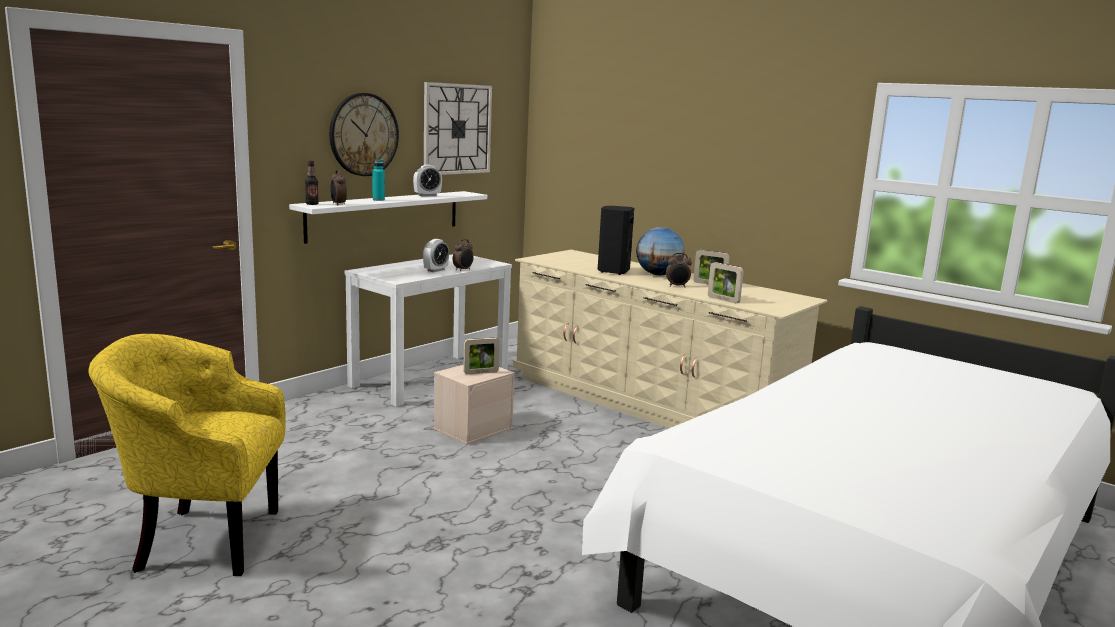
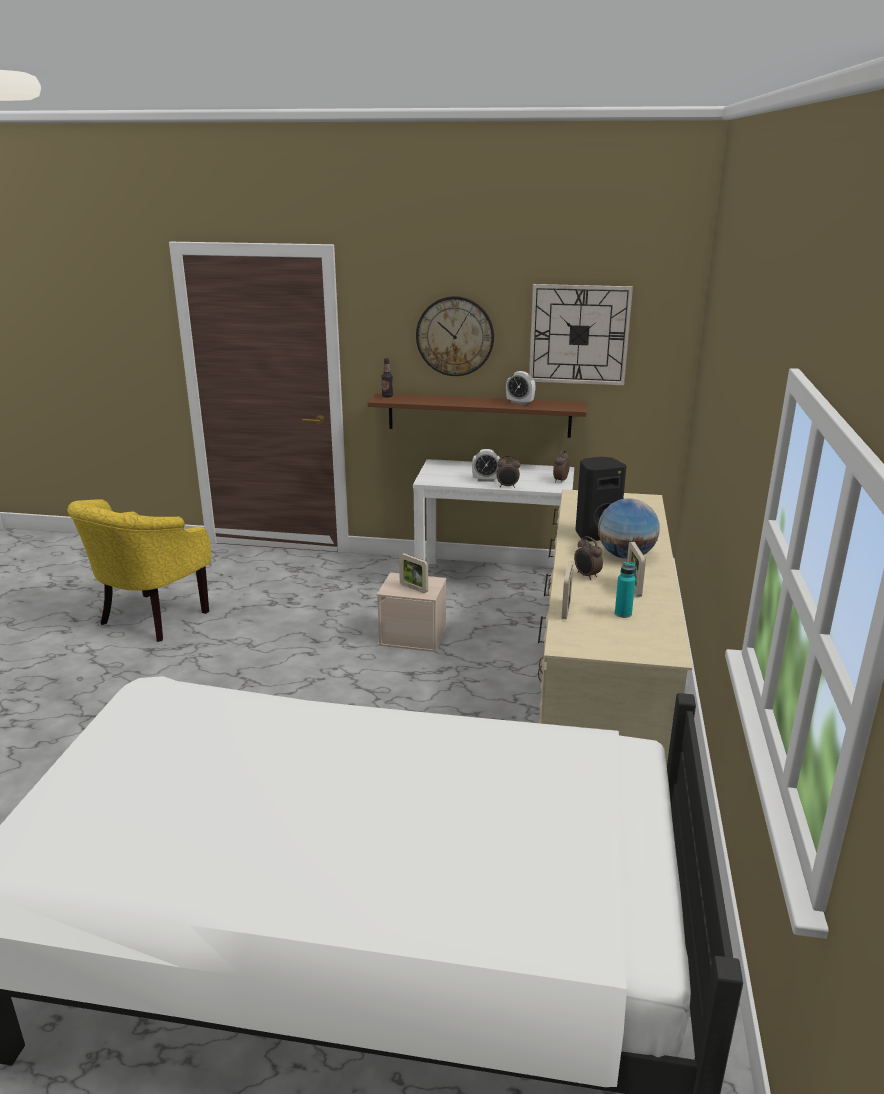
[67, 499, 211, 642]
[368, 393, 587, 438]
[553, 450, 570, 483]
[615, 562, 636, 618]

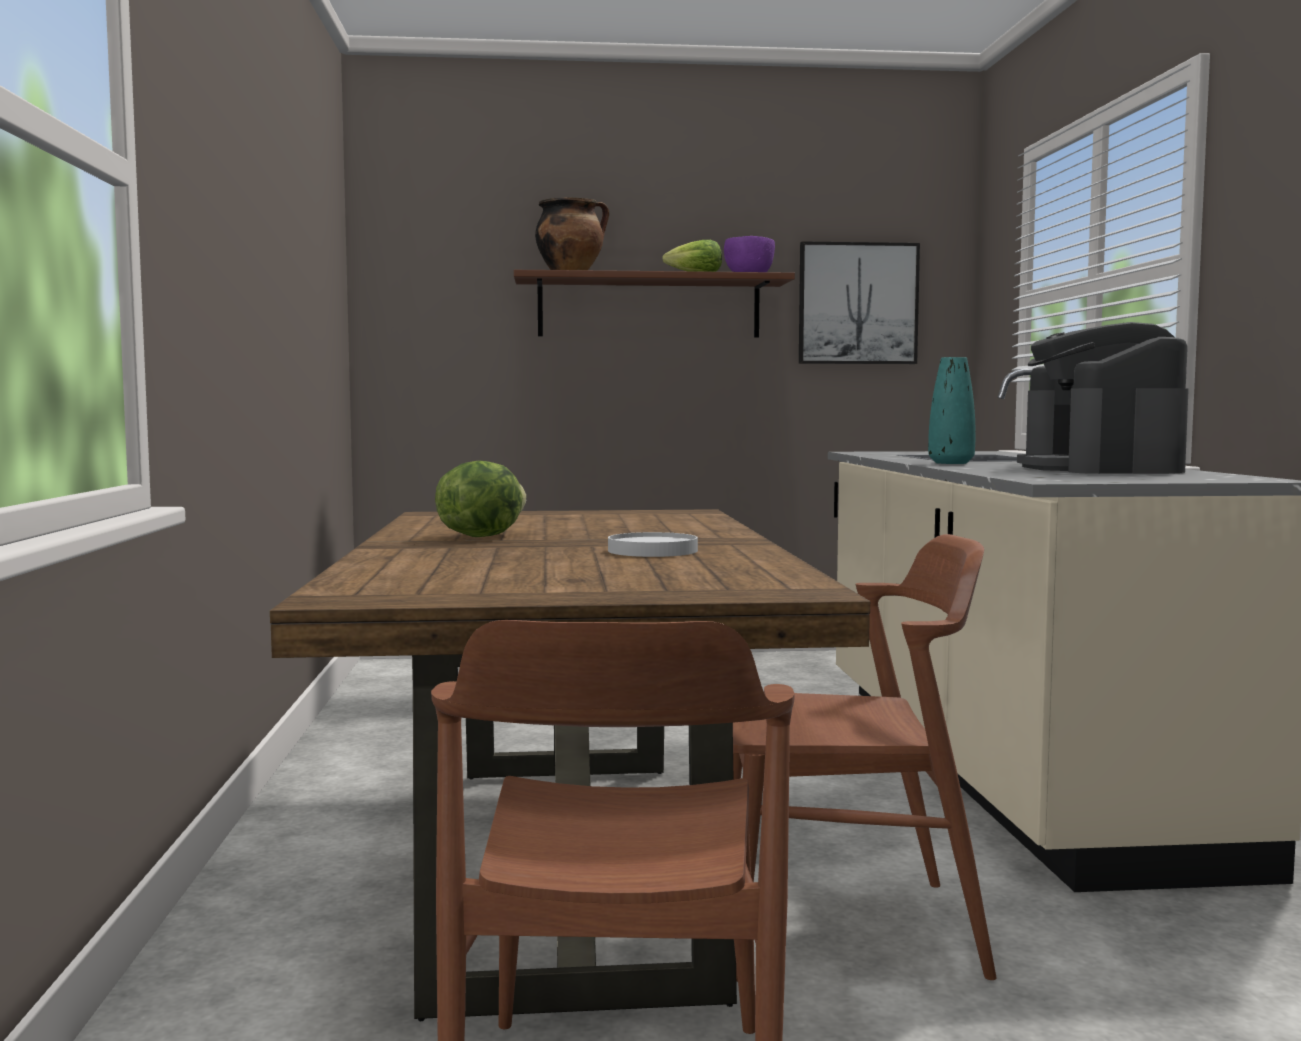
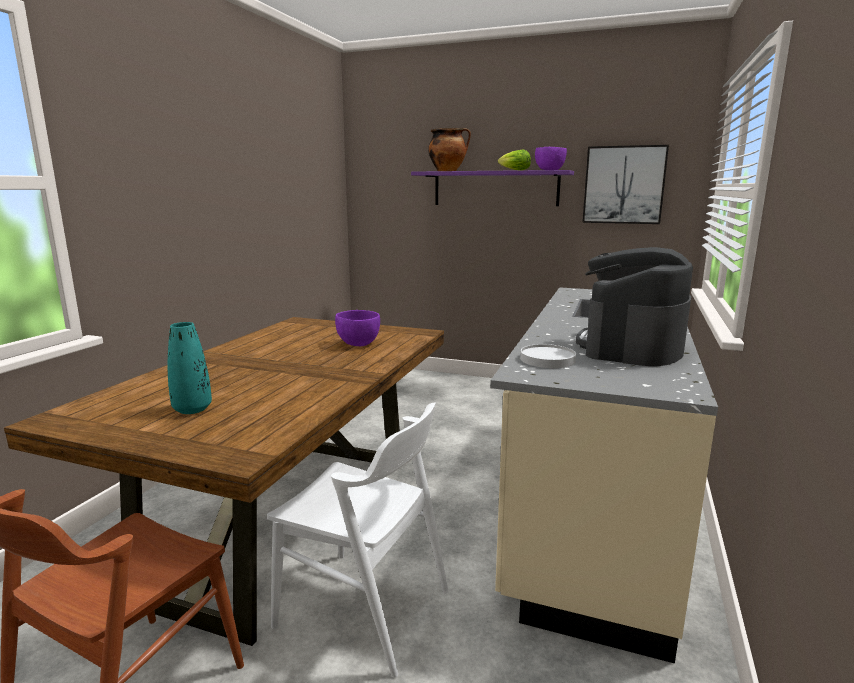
[435, 460, 527, 537] (first image)
[411, 170, 574, 206]
[520, 344, 576, 368]
[267, 402, 449, 678]
[168, 322, 212, 414]
[335, 310, 380, 346]

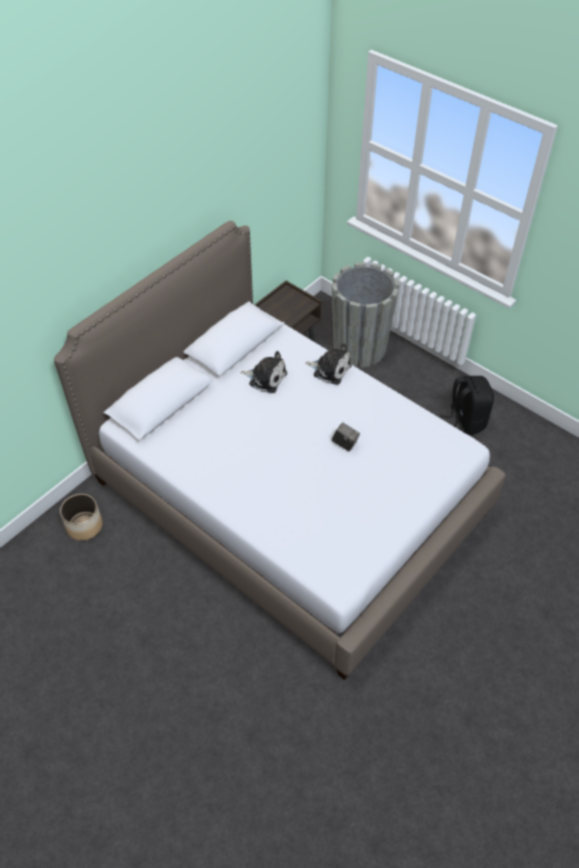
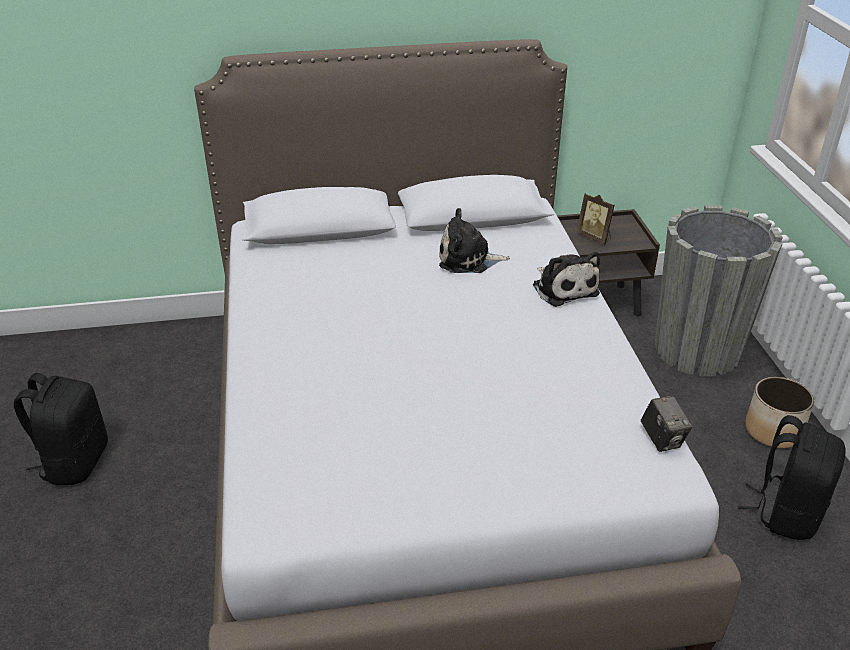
[745, 377, 814, 448]
[439, 208, 510, 273]
[640, 395, 692, 452]
[14, 373, 108, 485]
[576, 193, 614, 245]

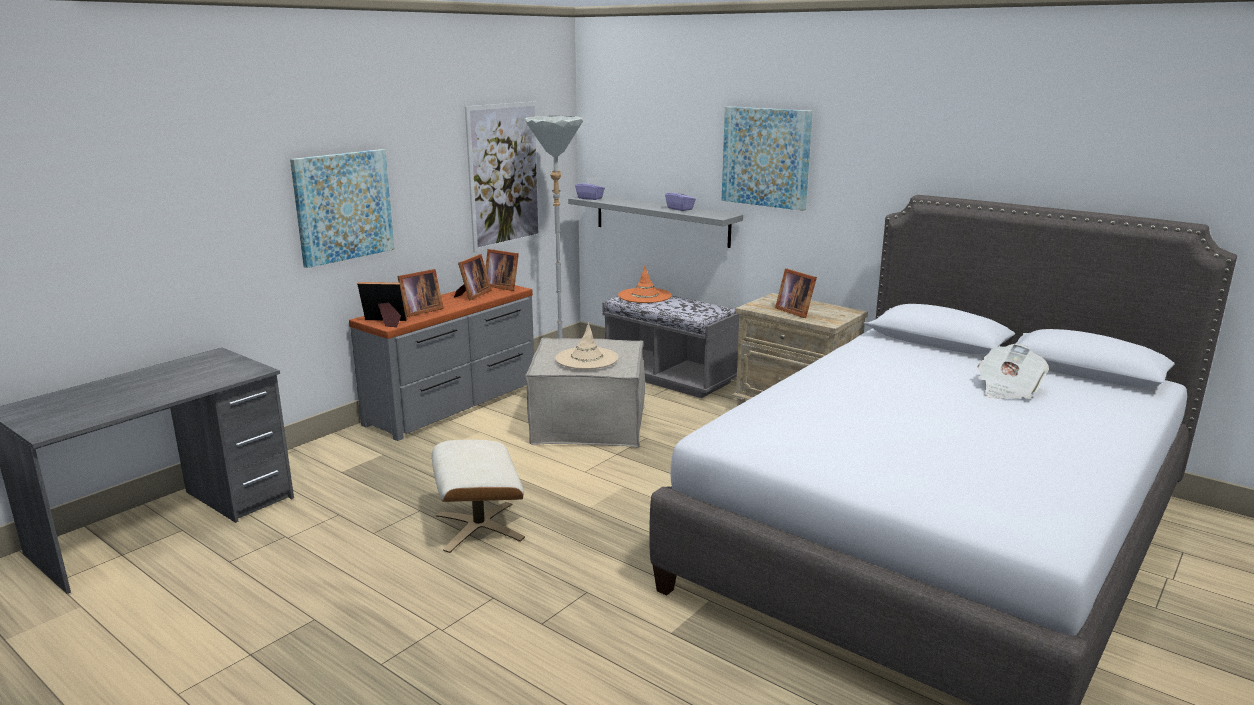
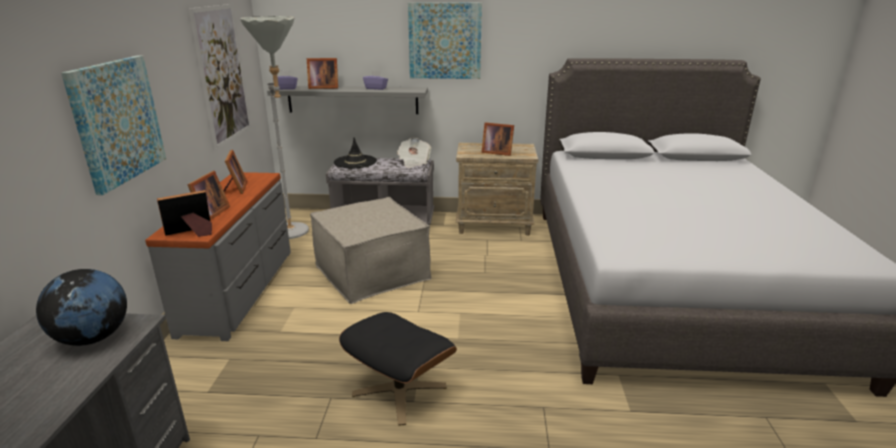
[339, 312, 457, 426]
[307, 58, 338, 89]
[555, 322, 618, 369] (first image)
[334, 138, 377, 168]
[397, 138, 431, 168]
[36, 269, 127, 346]

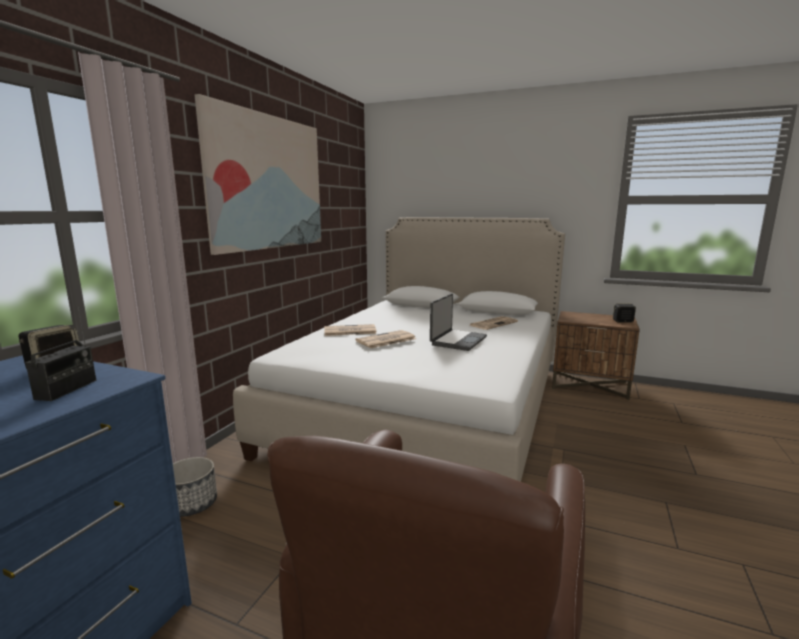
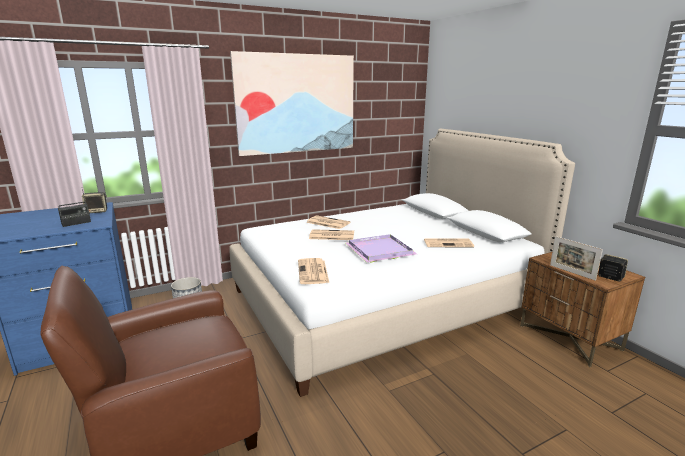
[346, 234, 417, 263]
[298, 258, 329, 284]
[550, 236, 603, 281]

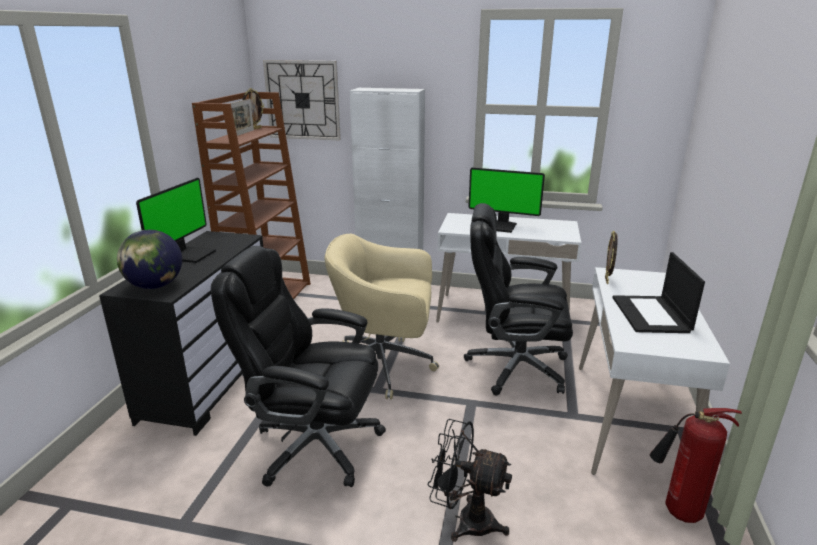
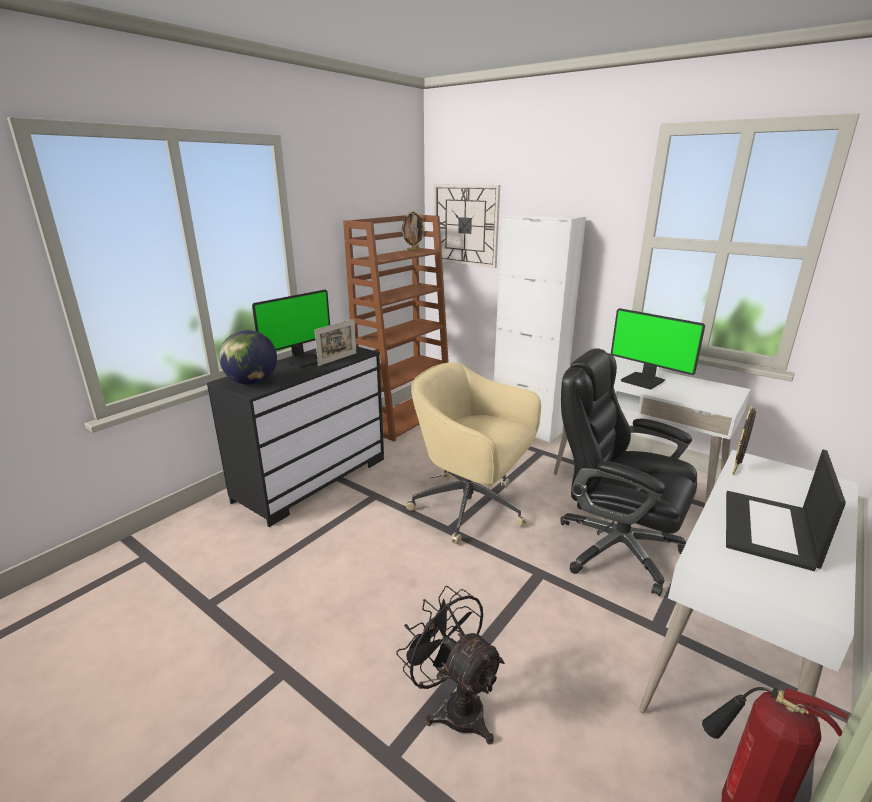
[211, 246, 386, 487] (first image)
[315, 319, 356, 366]

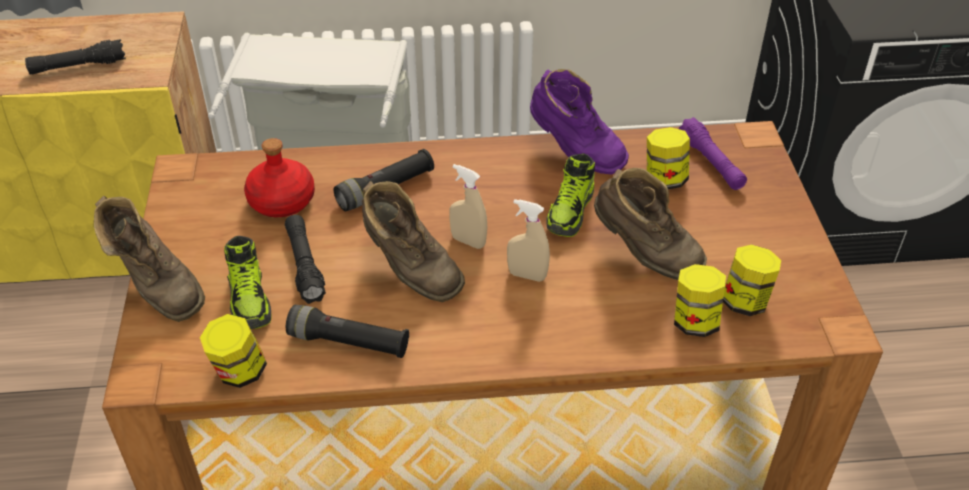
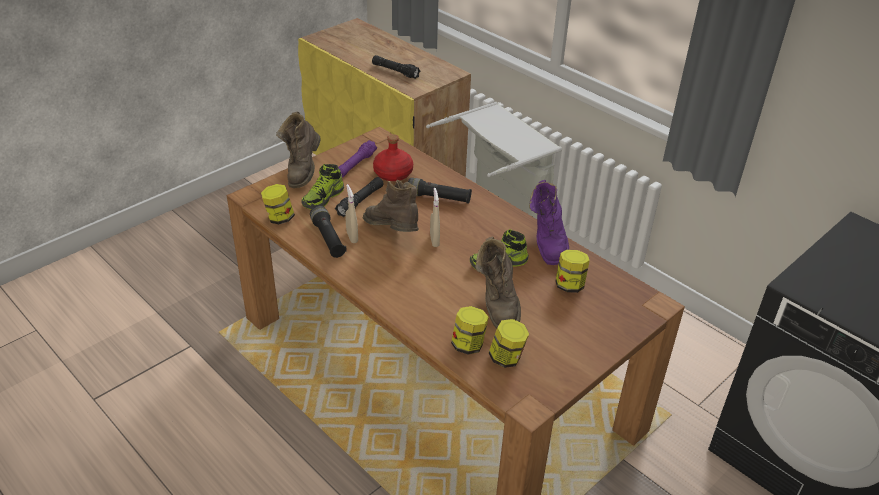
[363, 180, 418, 232]
[345, 184, 358, 243]
[338, 140, 377, 178]

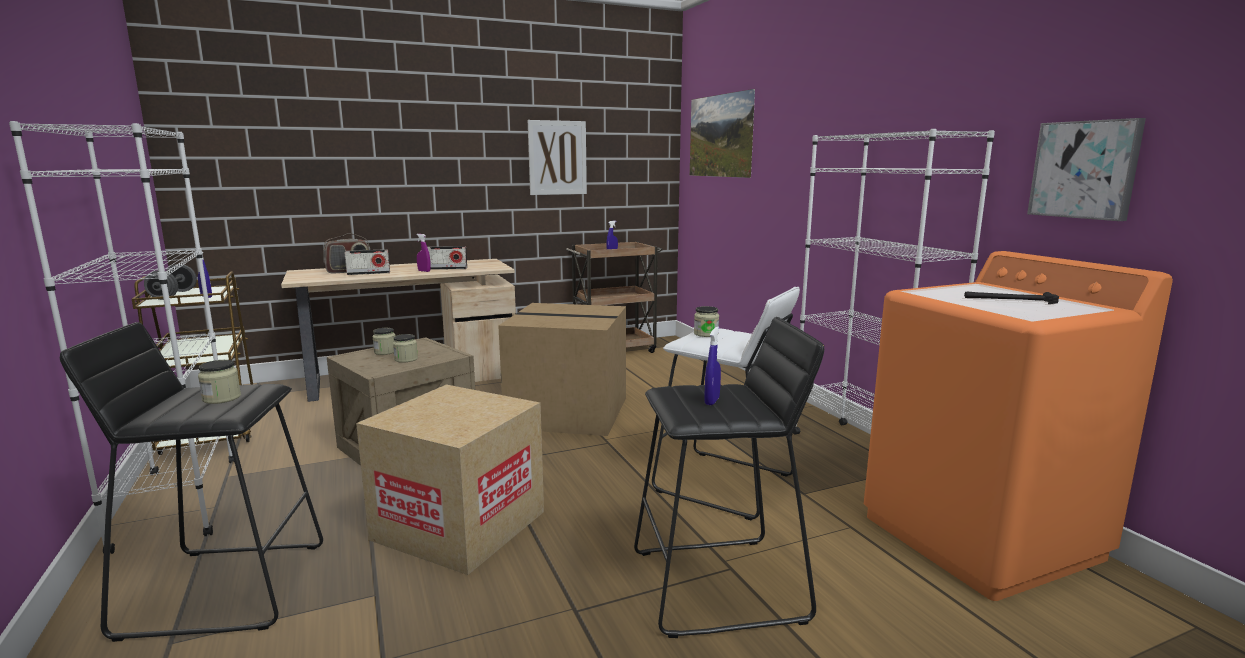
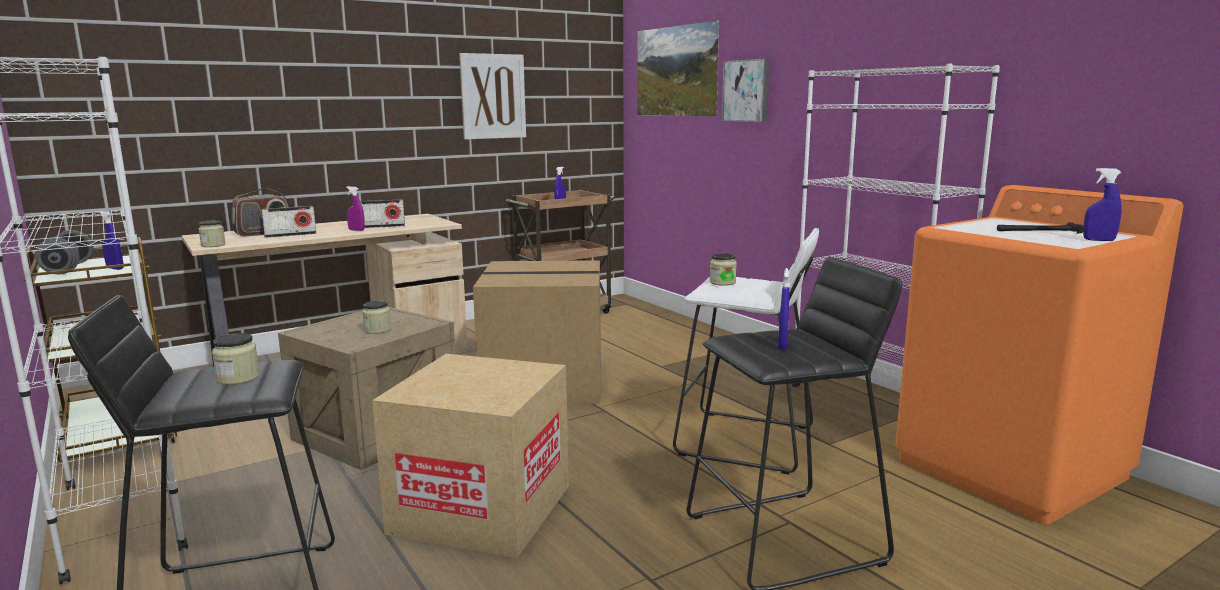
[198, 220, 226, 247]
[722, 58, 770, 122]
[1083, 168, 1122, 241]

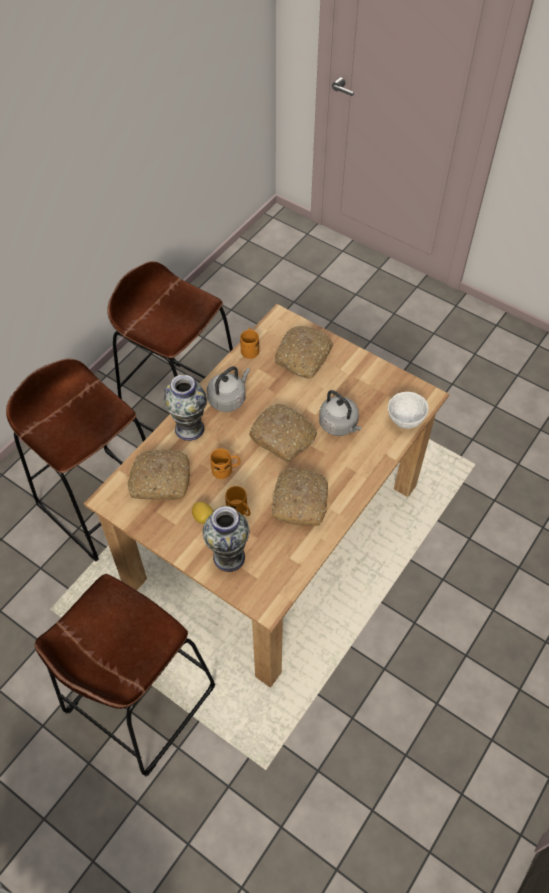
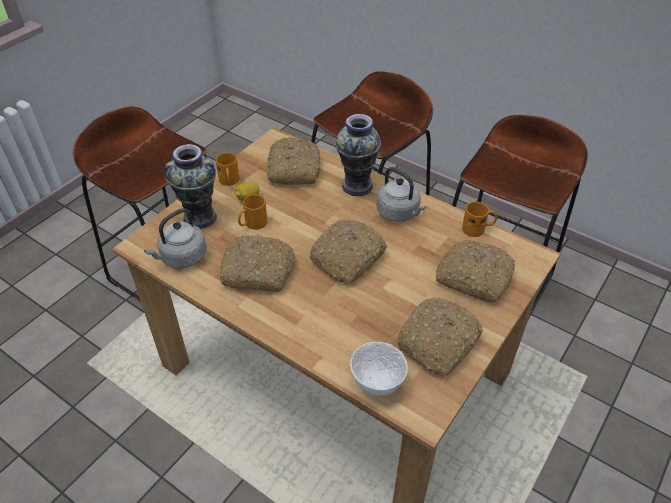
[216, 153, 240, 186]
[144, 208, 207, 268]
[397, 297, 483, 377]

